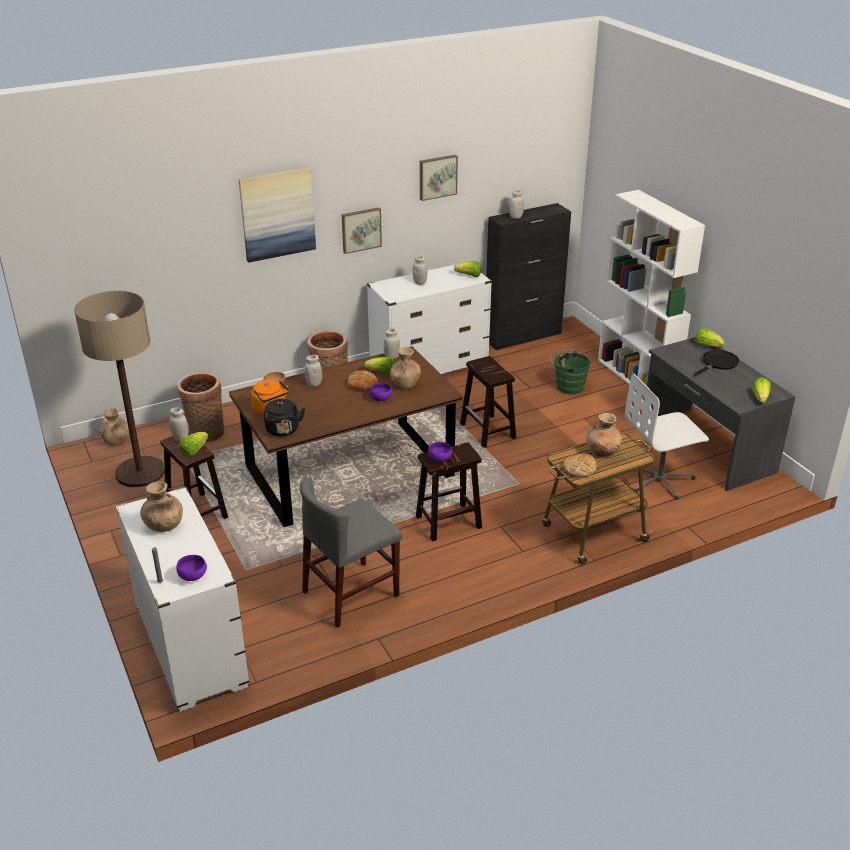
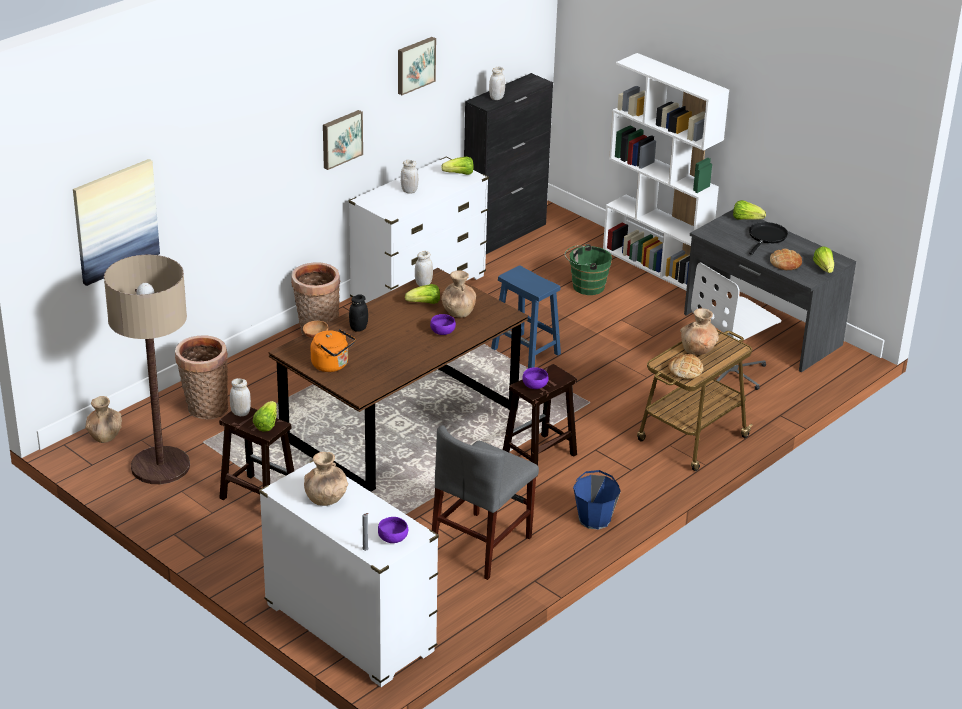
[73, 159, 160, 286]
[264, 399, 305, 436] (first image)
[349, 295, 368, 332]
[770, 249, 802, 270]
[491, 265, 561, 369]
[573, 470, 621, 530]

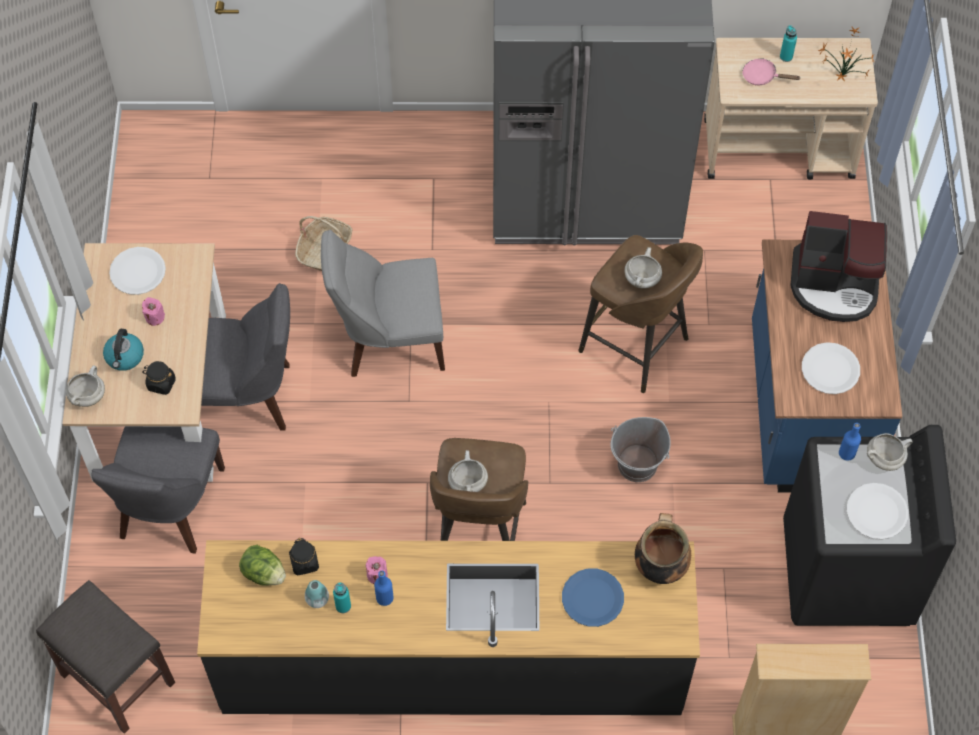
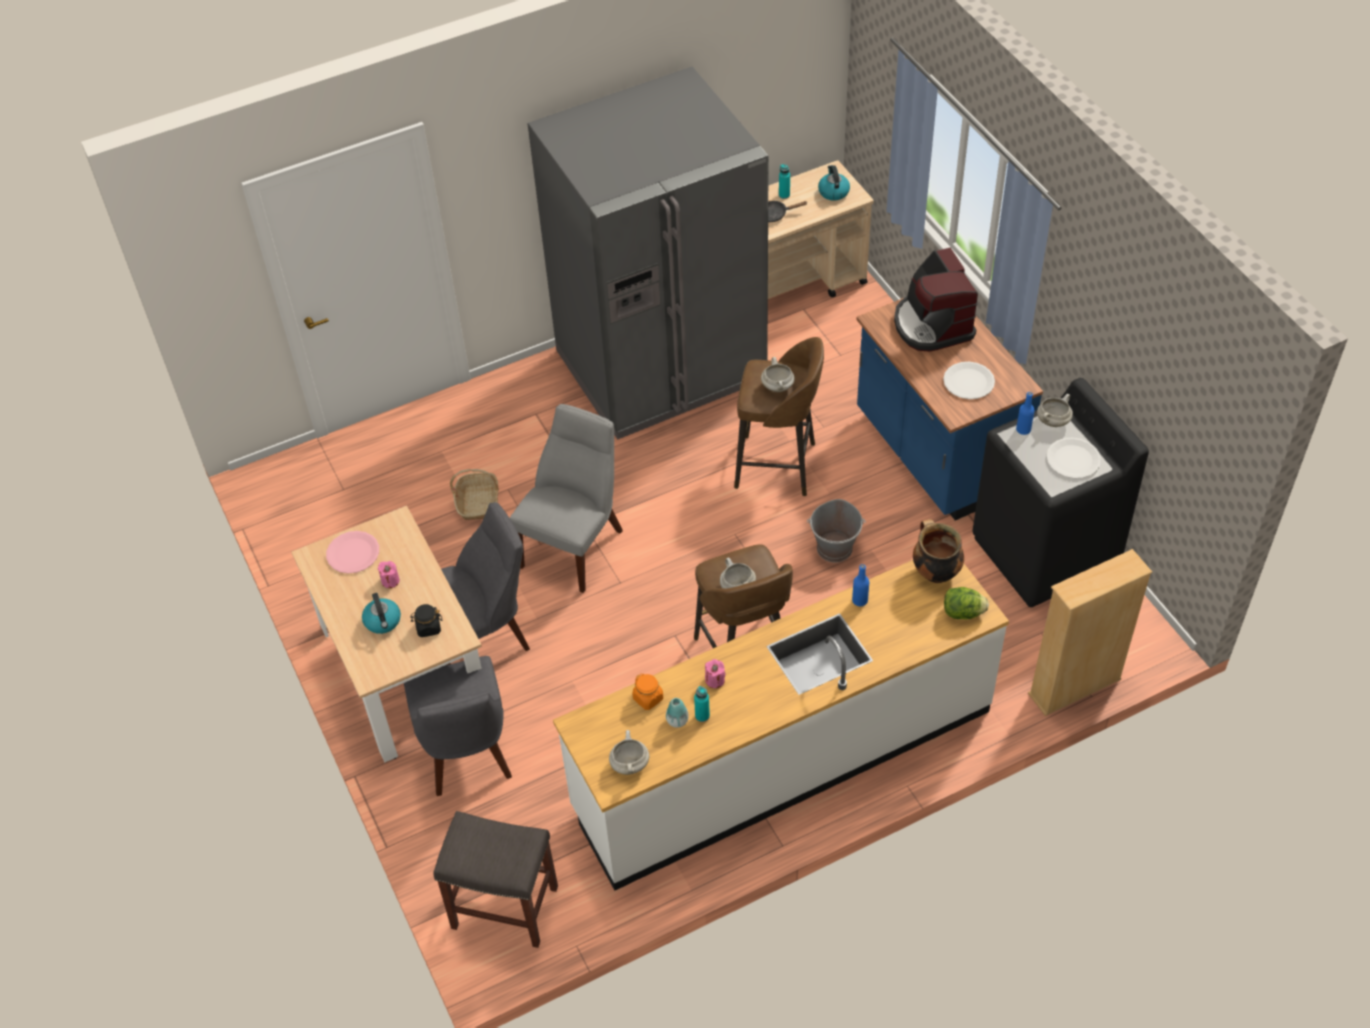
[609, 730, 649, 775]
[326, 531, 379, 574]
[553, 560, 1009, 890]
[944, 587, 989, 619]
[633, 673, 663, 710]
[510, 404, 623, 593]
[852, 564, 869, 606]
[562, 568, 624, 627] (first image)
[768, 201, 808, 222]
[894, 247, 978, 352]
[818, 165, 850, 201]

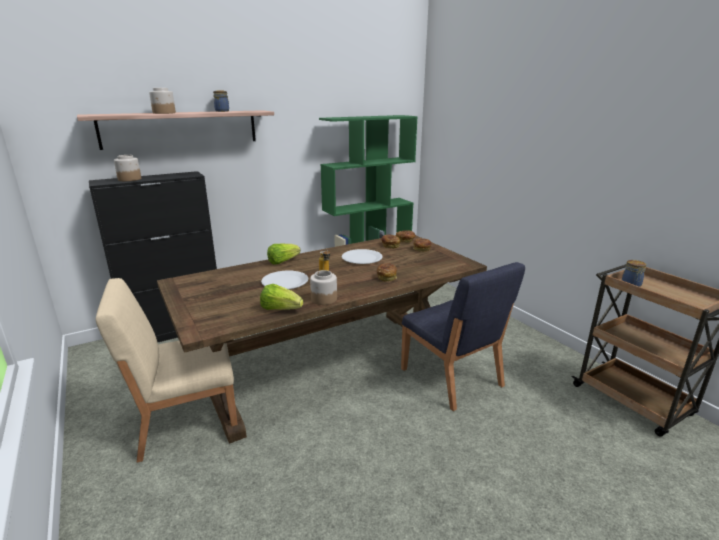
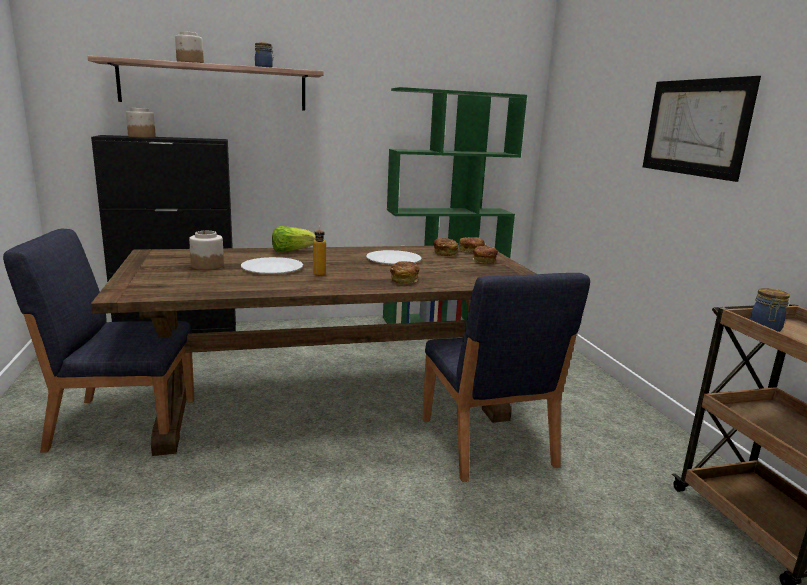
[3, 229, 194, 452]
[260, 284, 303, 310] (first image)
[189, 231, 224, 270]
[643, 76, 761, 182]

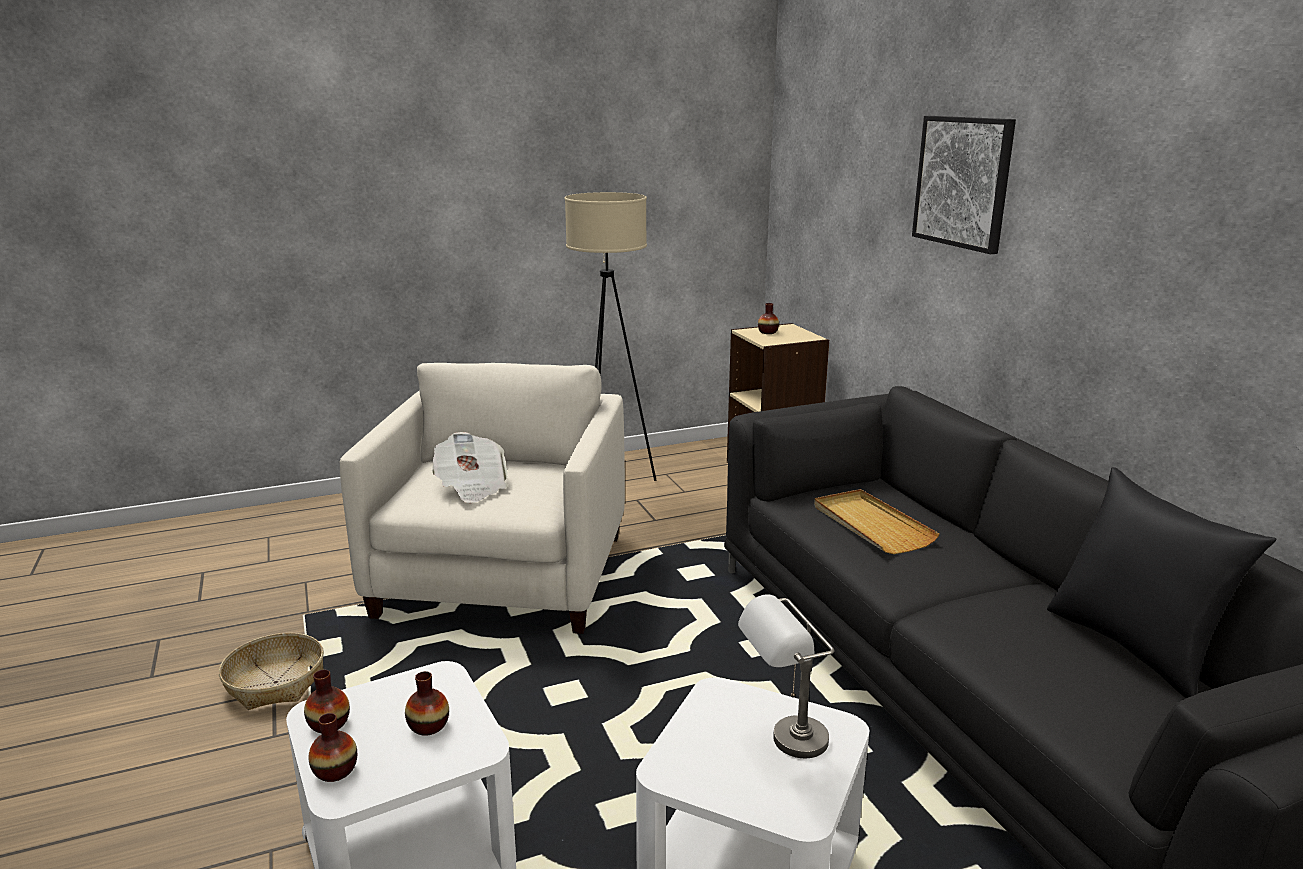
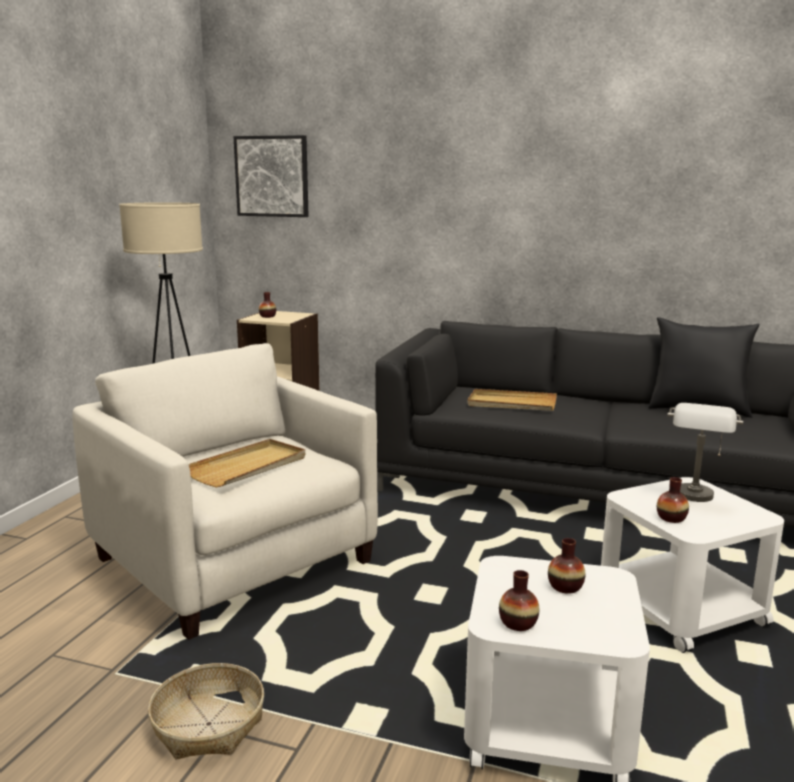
[657, 477, 689, 523]
[189, 439, 305, 488]
[233, 135, 309, 217]

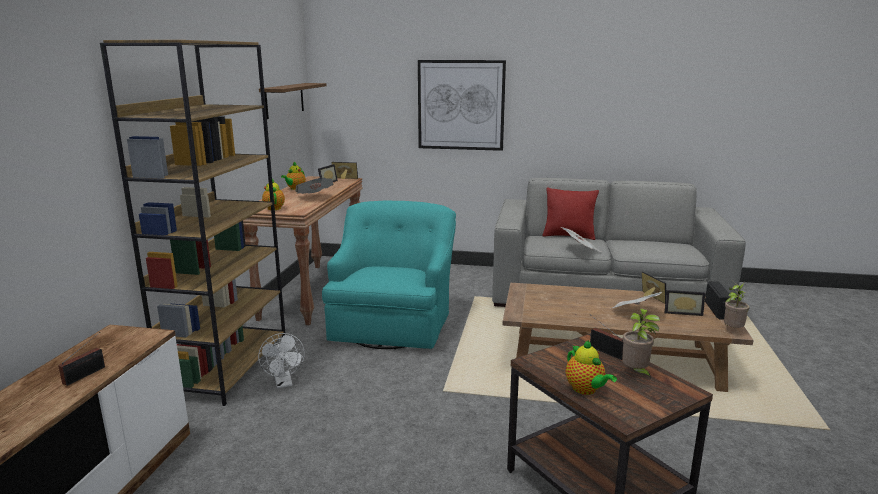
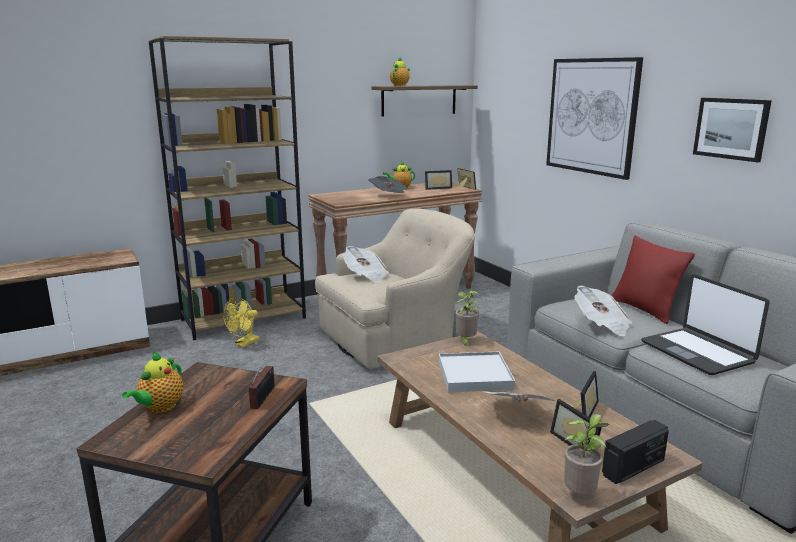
[58, 332, 105, 386] (first image)
[223, 297, 259, 347]
[390, 57, 410, 86]
[315, 209, 475, 369]
[455, 290, 480, 347]
[342, 246, 389, 283]
[439, 352, 515, 392]
[641, 274, 770, 375]
[693, 98, 772, 162]

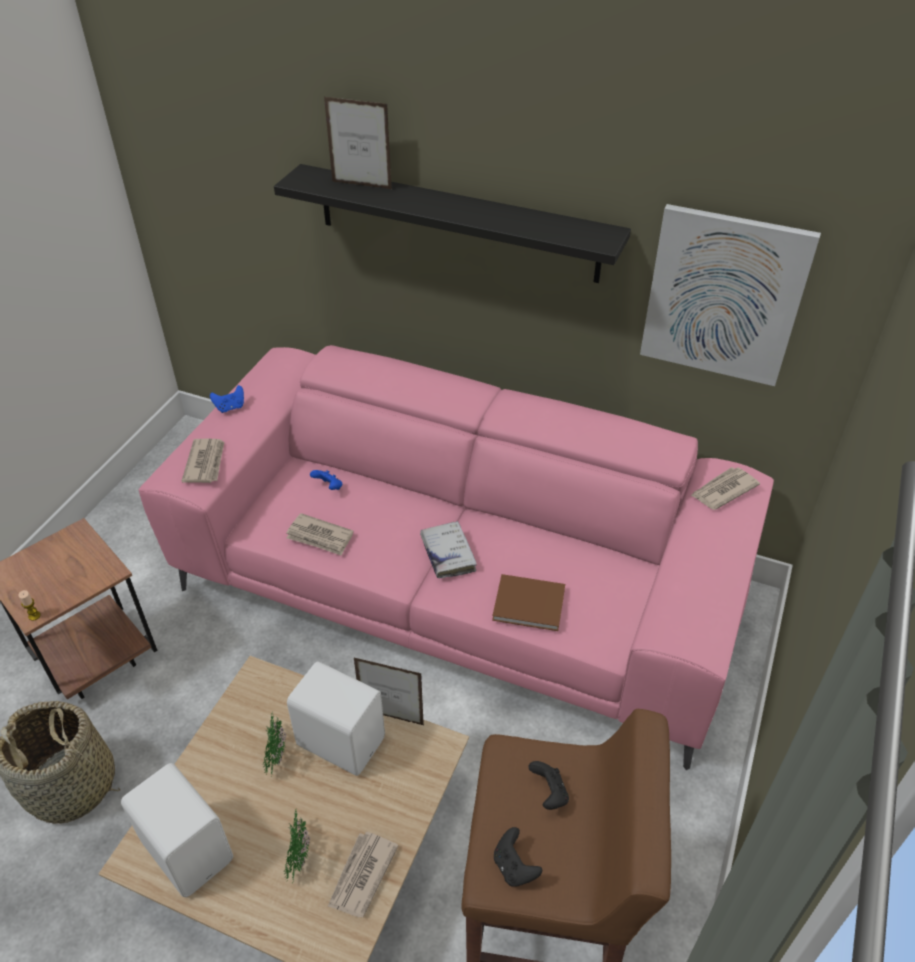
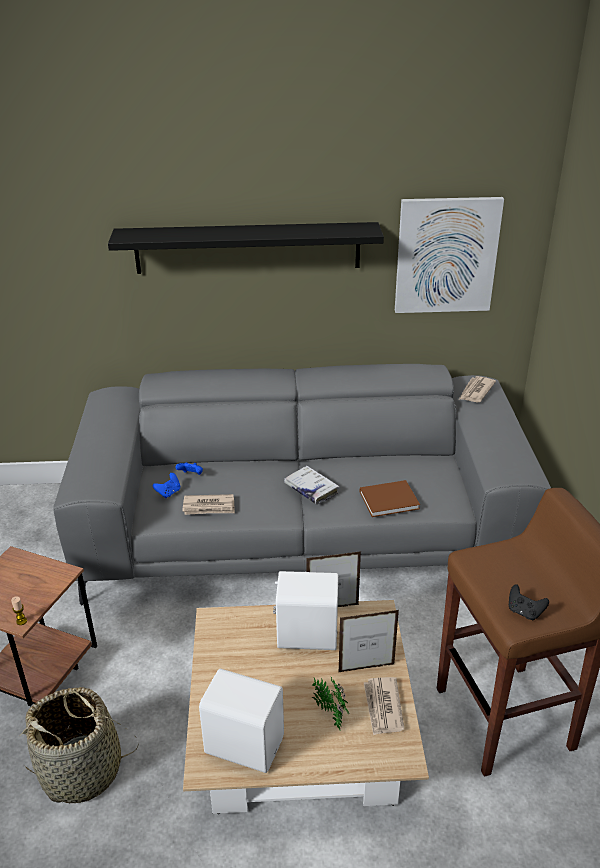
[53, 364, 551, 605]
[181, 439, 224, 483] (first image)
[153, 473, 180, 498]
[263, 714, 286, 778] (first image)
[339, 610, 399, 672]
[528, 761, 569, 810] (first image)

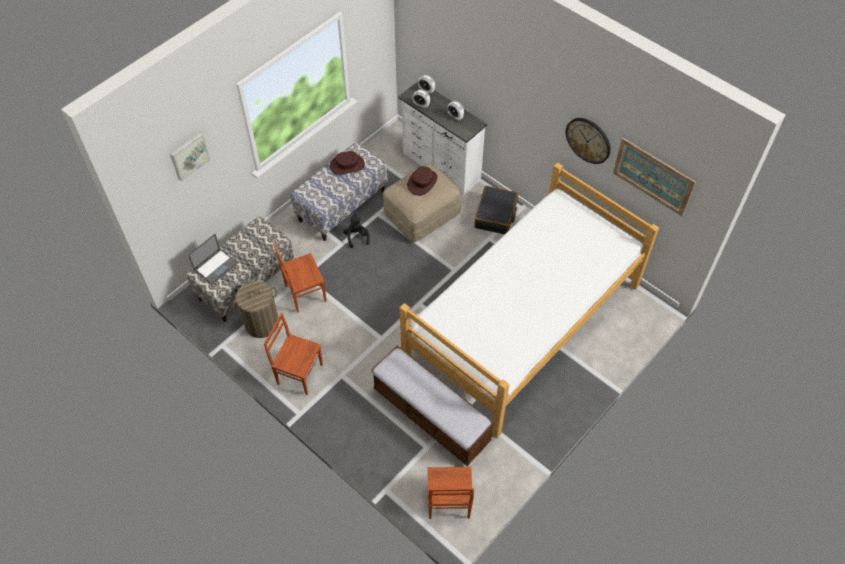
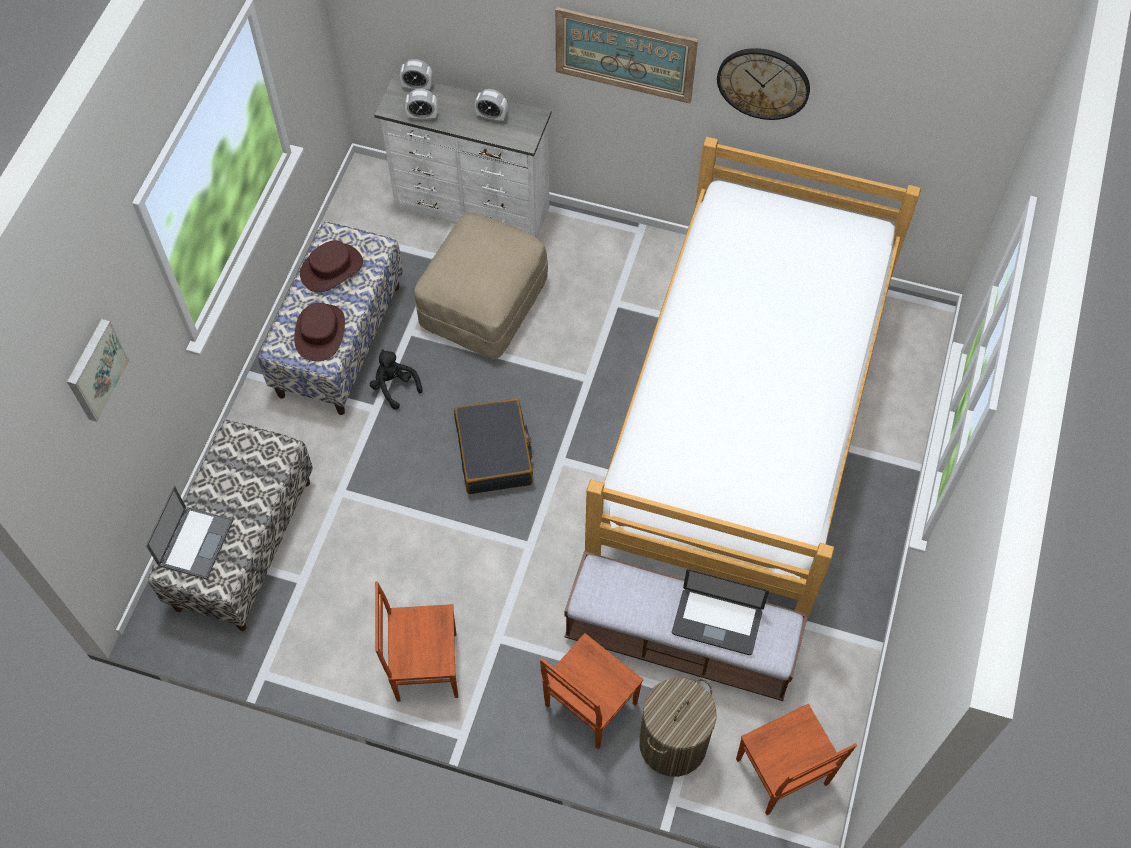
[639, 678, 716, 777]
[540, 633, 643, 749]
[294, 303, 345, 361]
[454, 398, 533, 494]
[555, 7, 698, 104]
[672, 569, 769, 655]

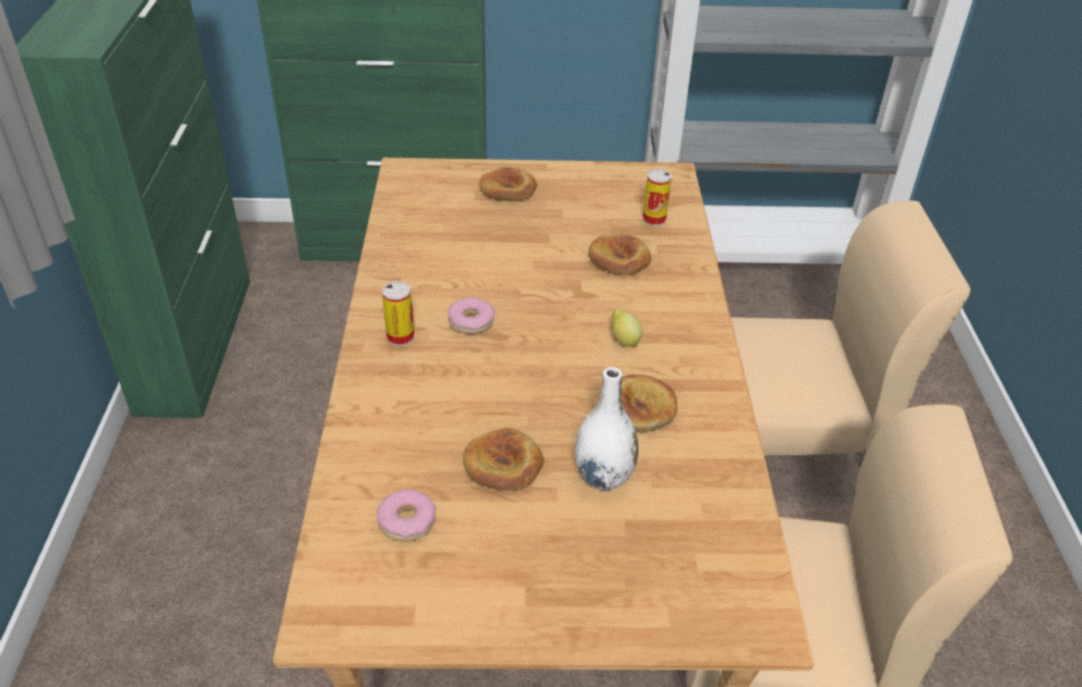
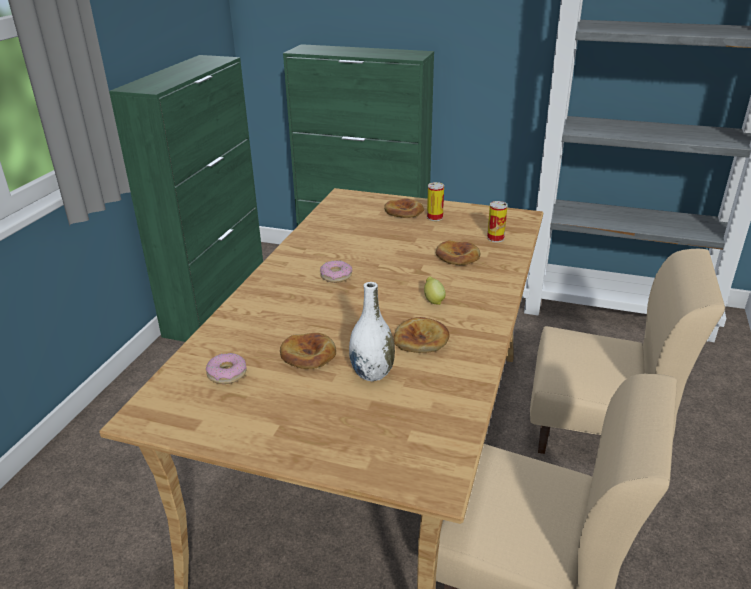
[427, 182, 444, 221]

